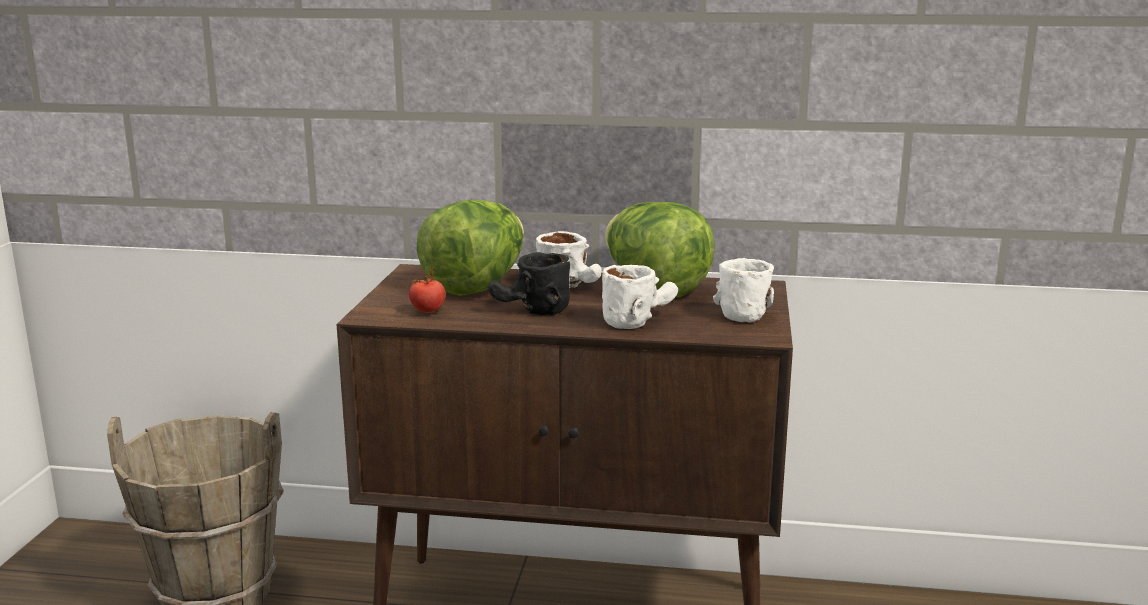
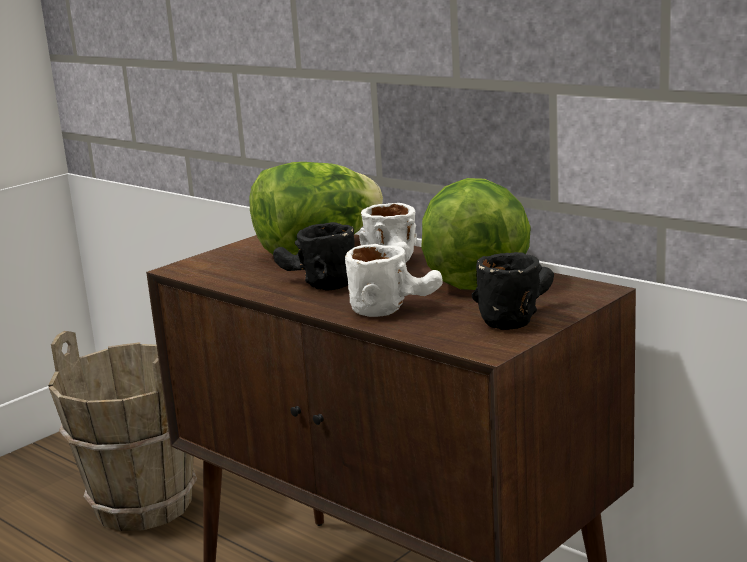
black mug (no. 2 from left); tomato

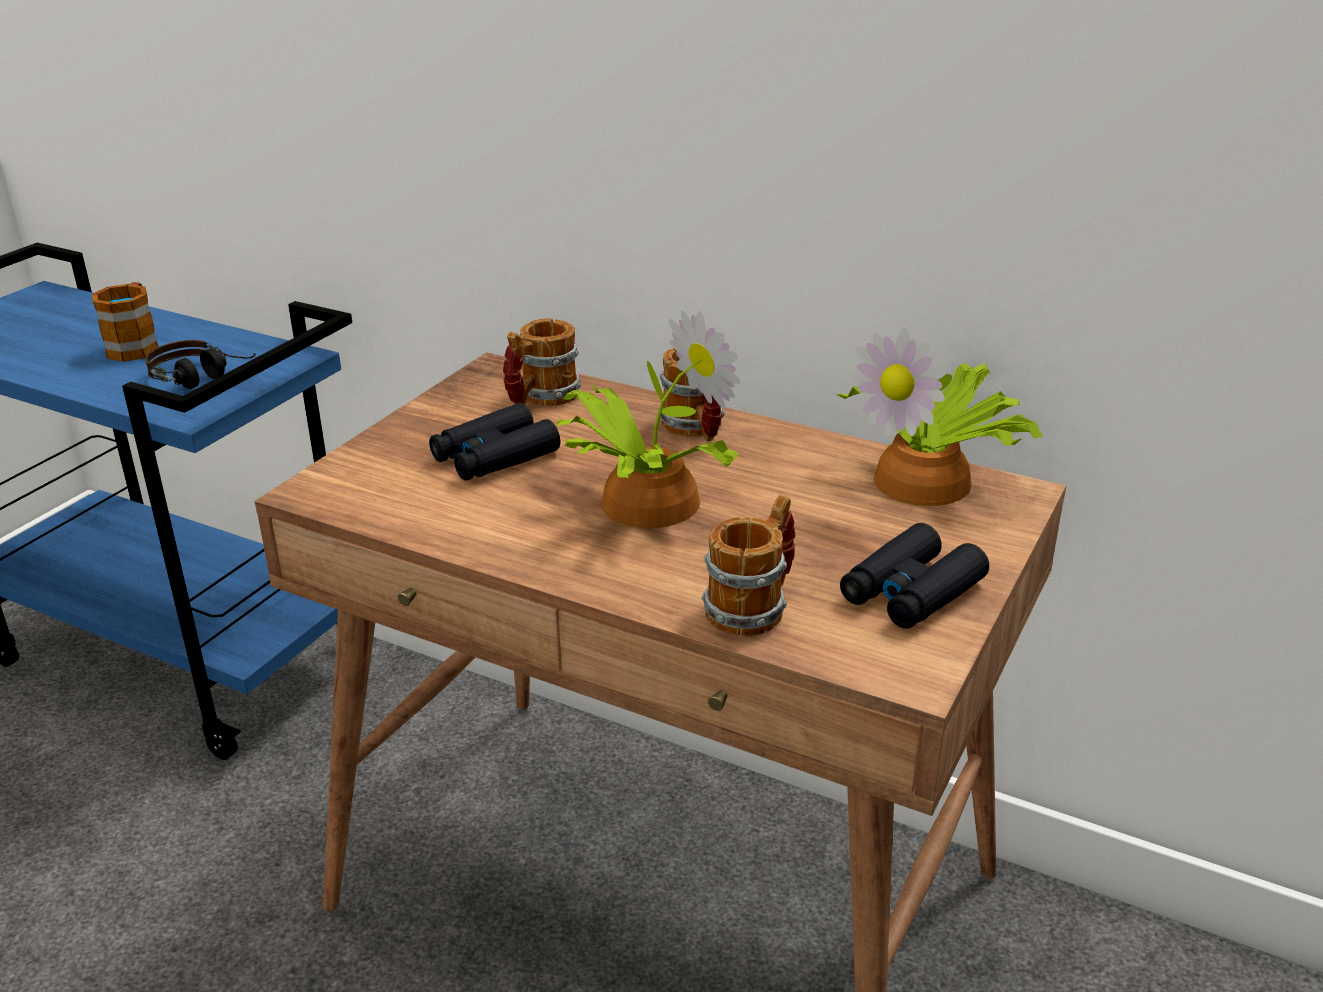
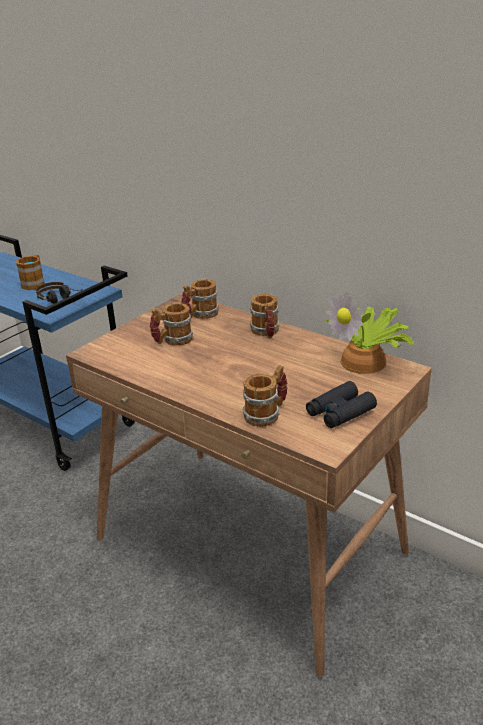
mug (no. 2 from left); potted plant (no. 1 from left in the first image)

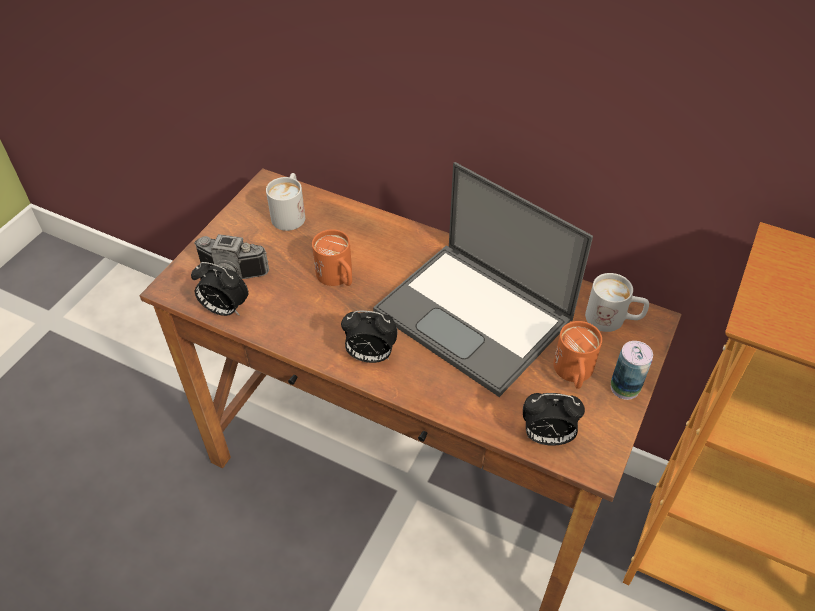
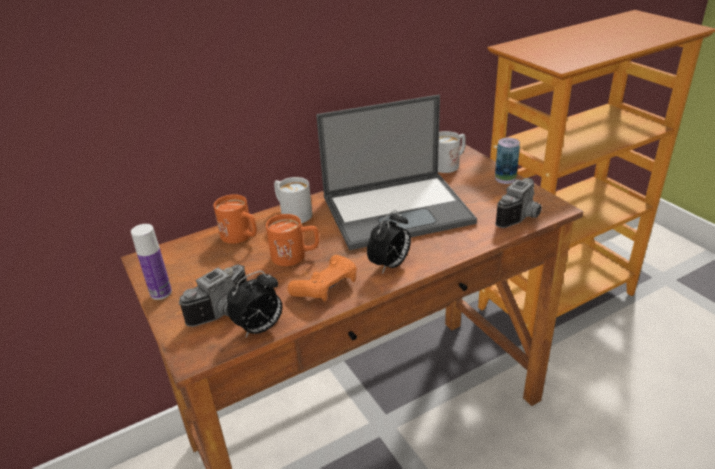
bottle; orange mug (no. 1 from left); white mug (no. 1 from left); orange game controller; photo camera (no. 2 from left)

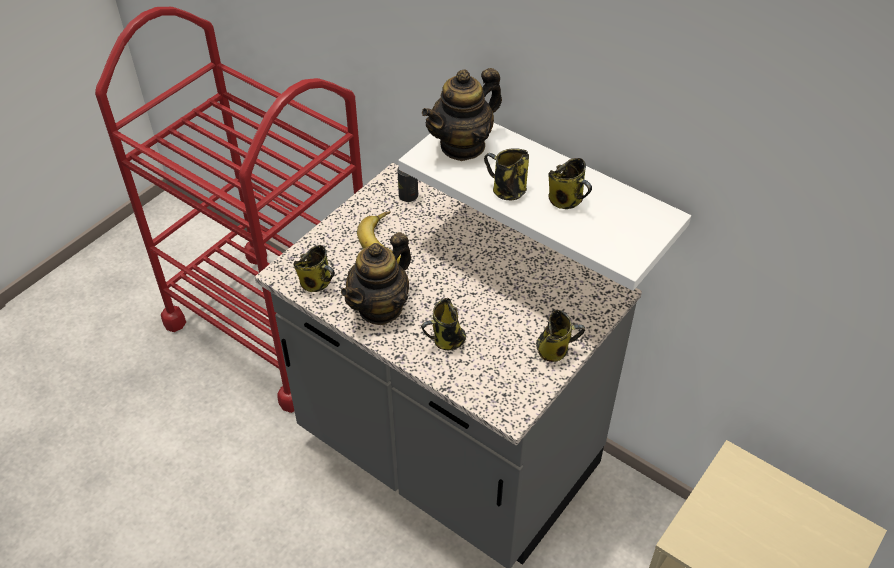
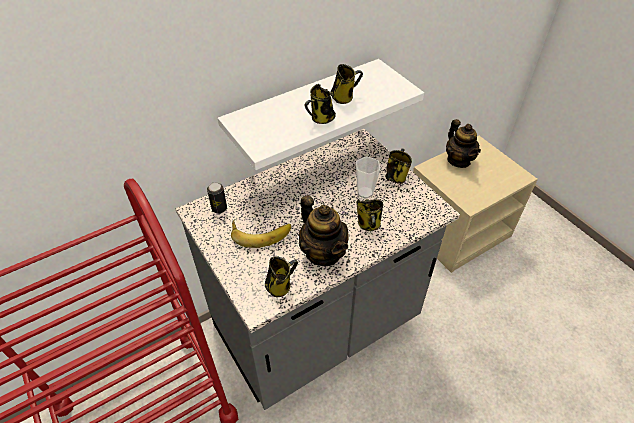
cup; teapot (no. 2 from left)

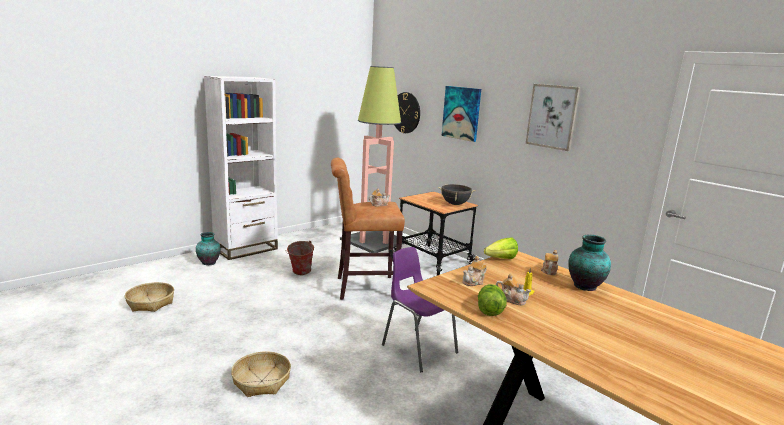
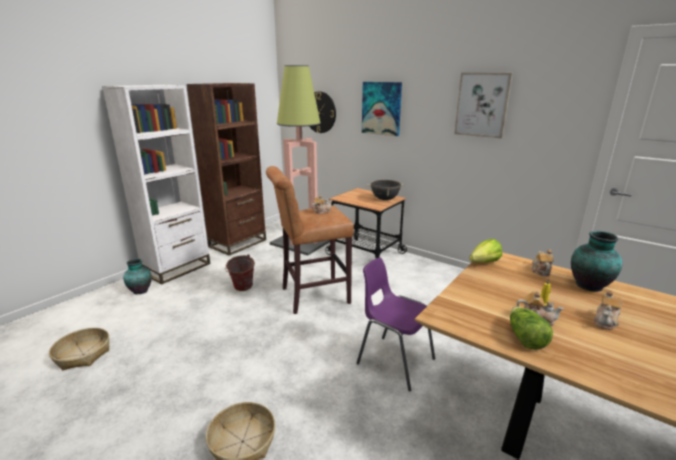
brown bookcase; teapot (no. 4 from left)

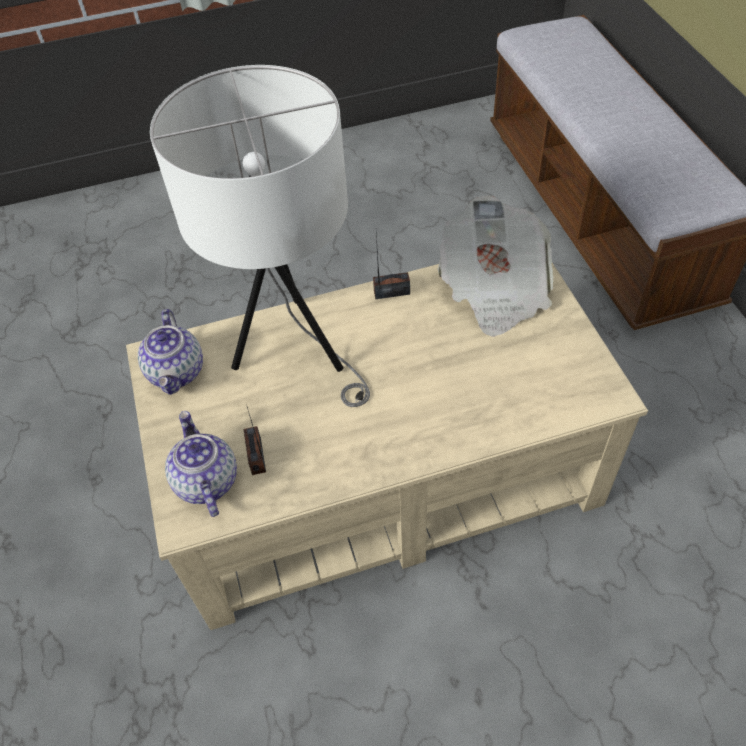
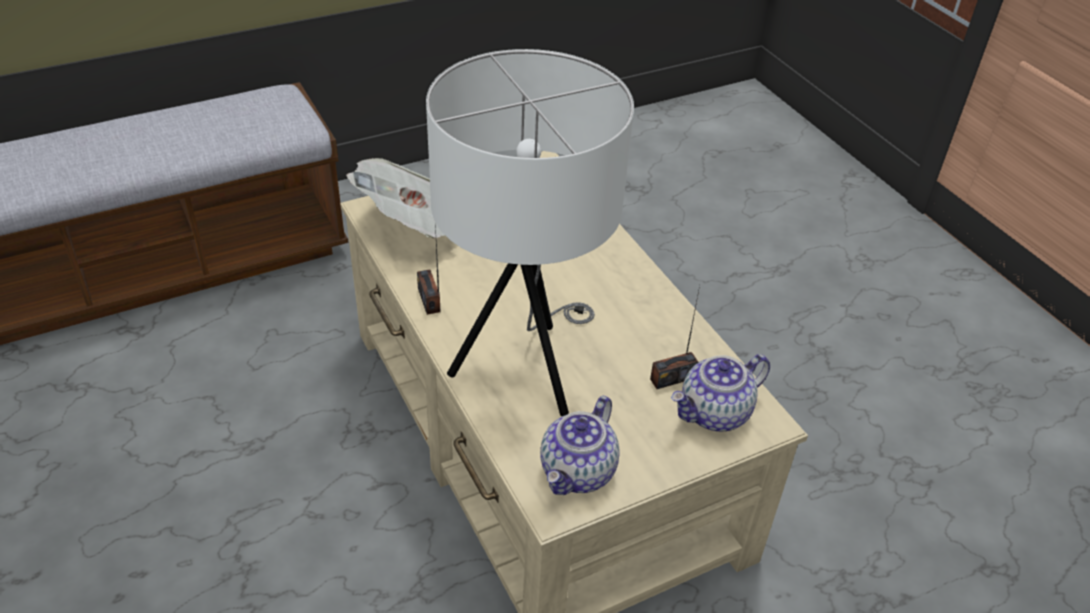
teapot (no. 1 from left)

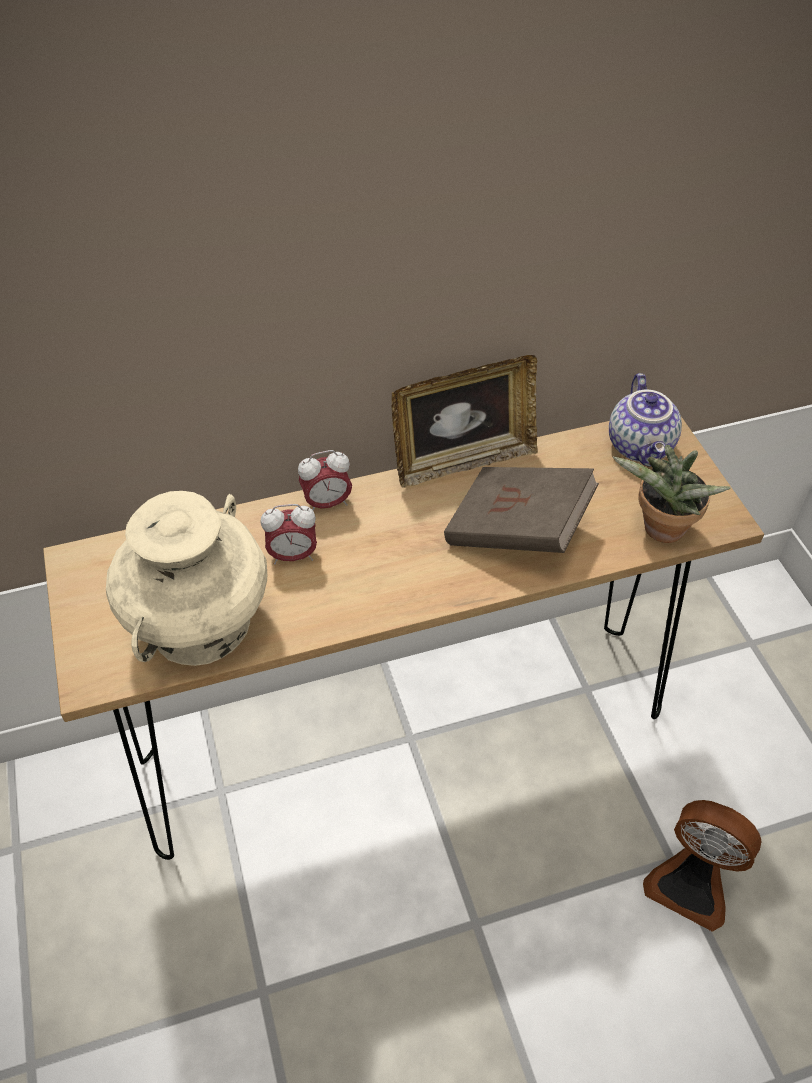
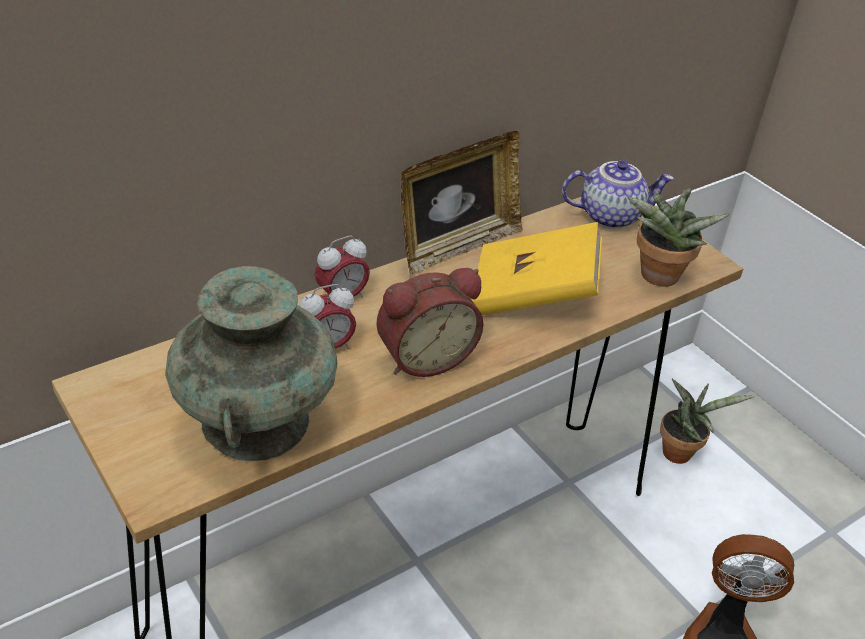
turquoise vase; alarm clock (no. 3 from left); yellow book; teapot; potted plant (no. 2 from left)

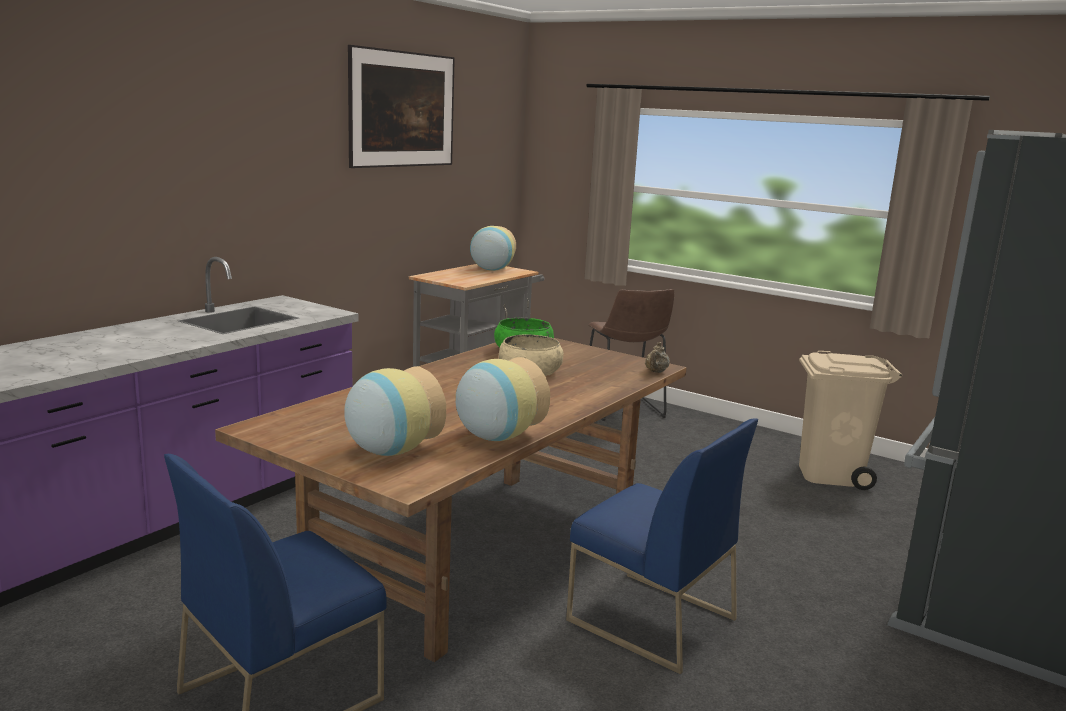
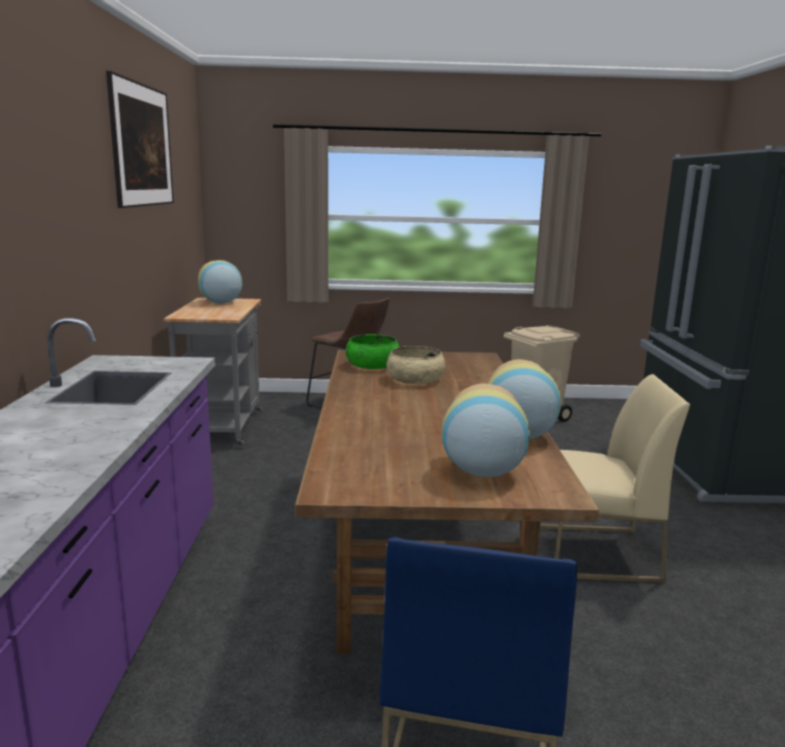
beige chair; beige teapot

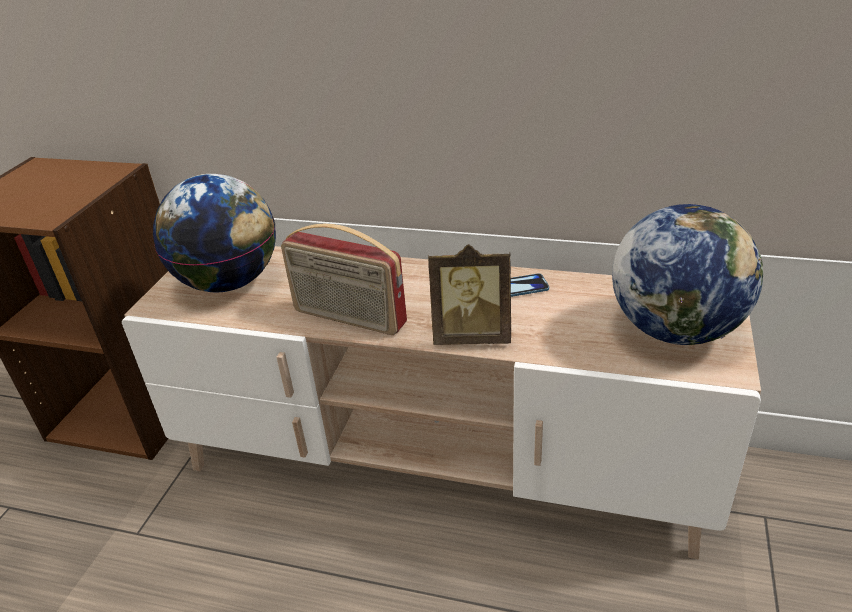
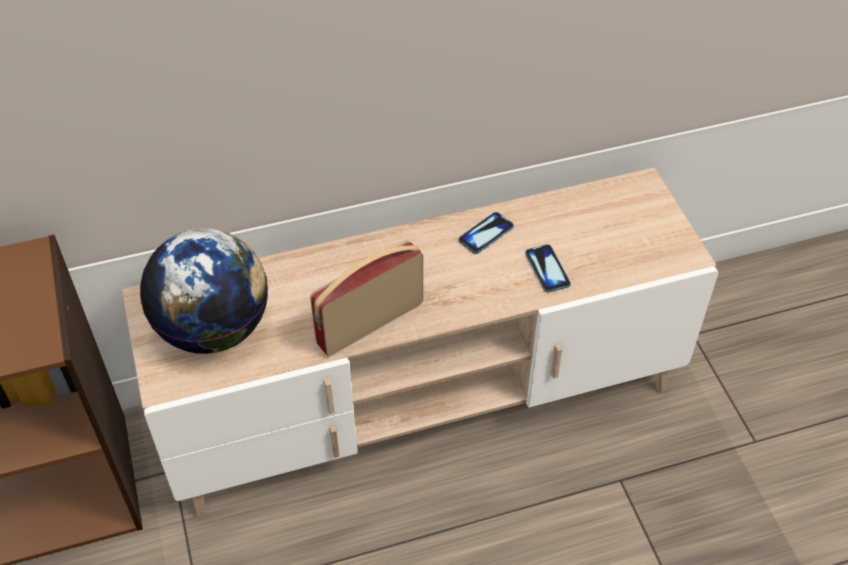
radio; phone (no. 2 from left); picture frame; globe (no. 2 from left in the first image)

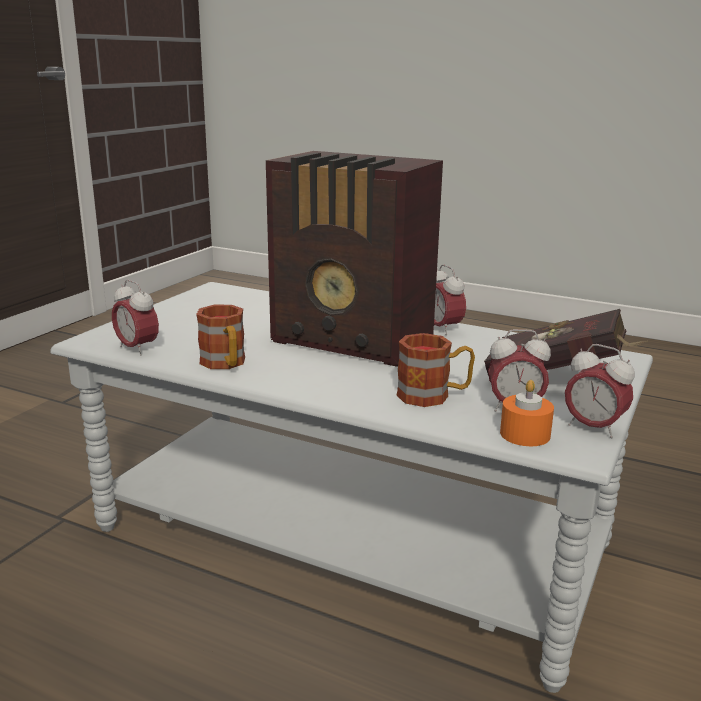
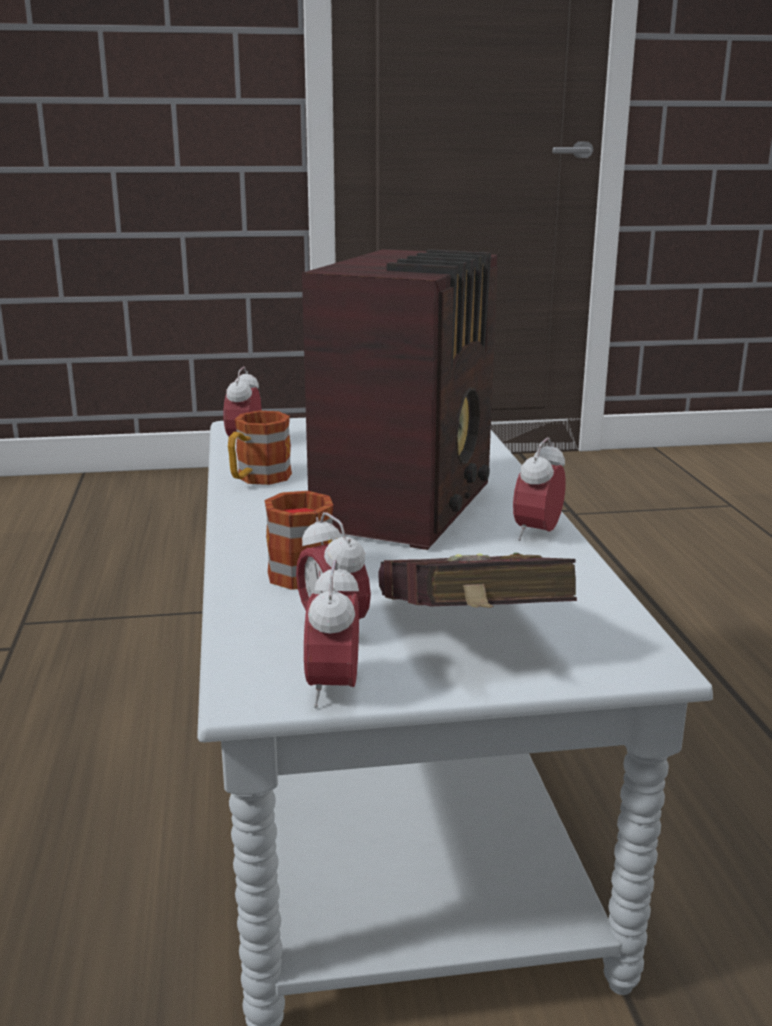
radio; orange candle

